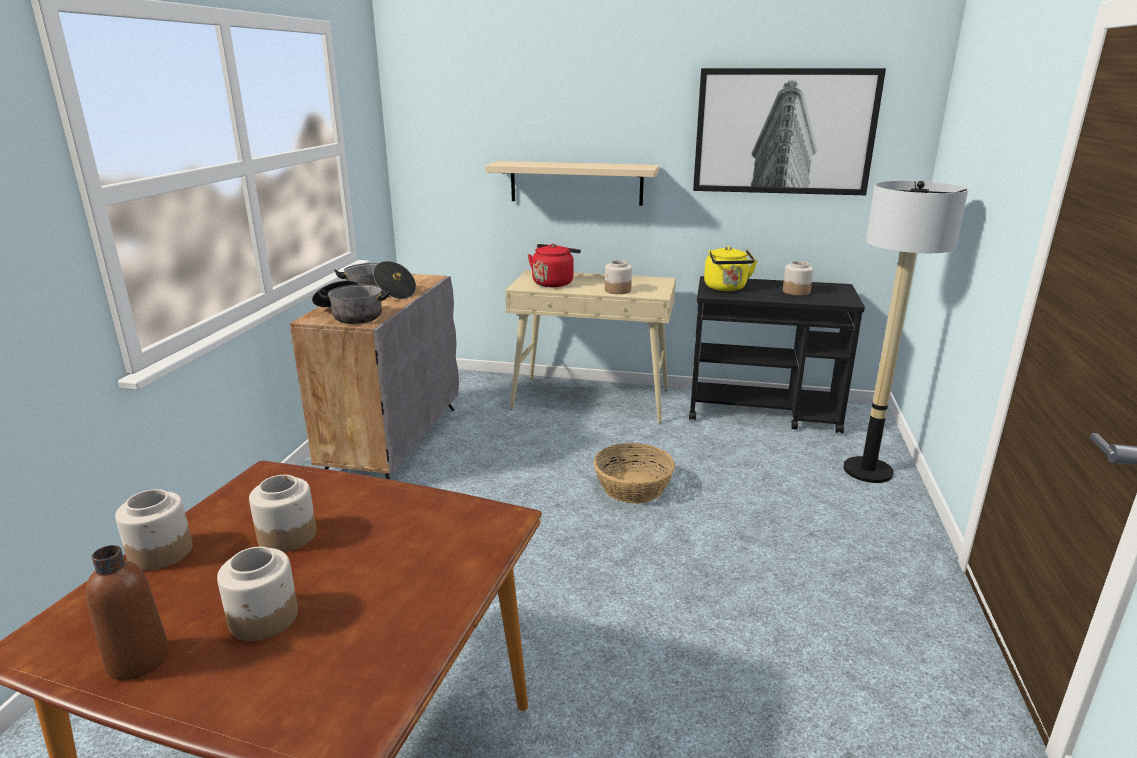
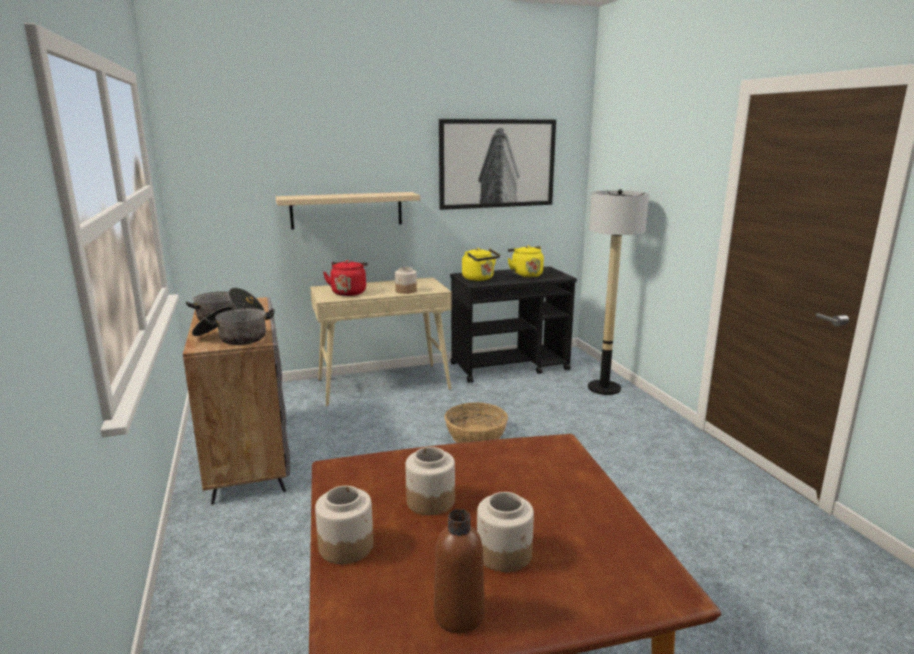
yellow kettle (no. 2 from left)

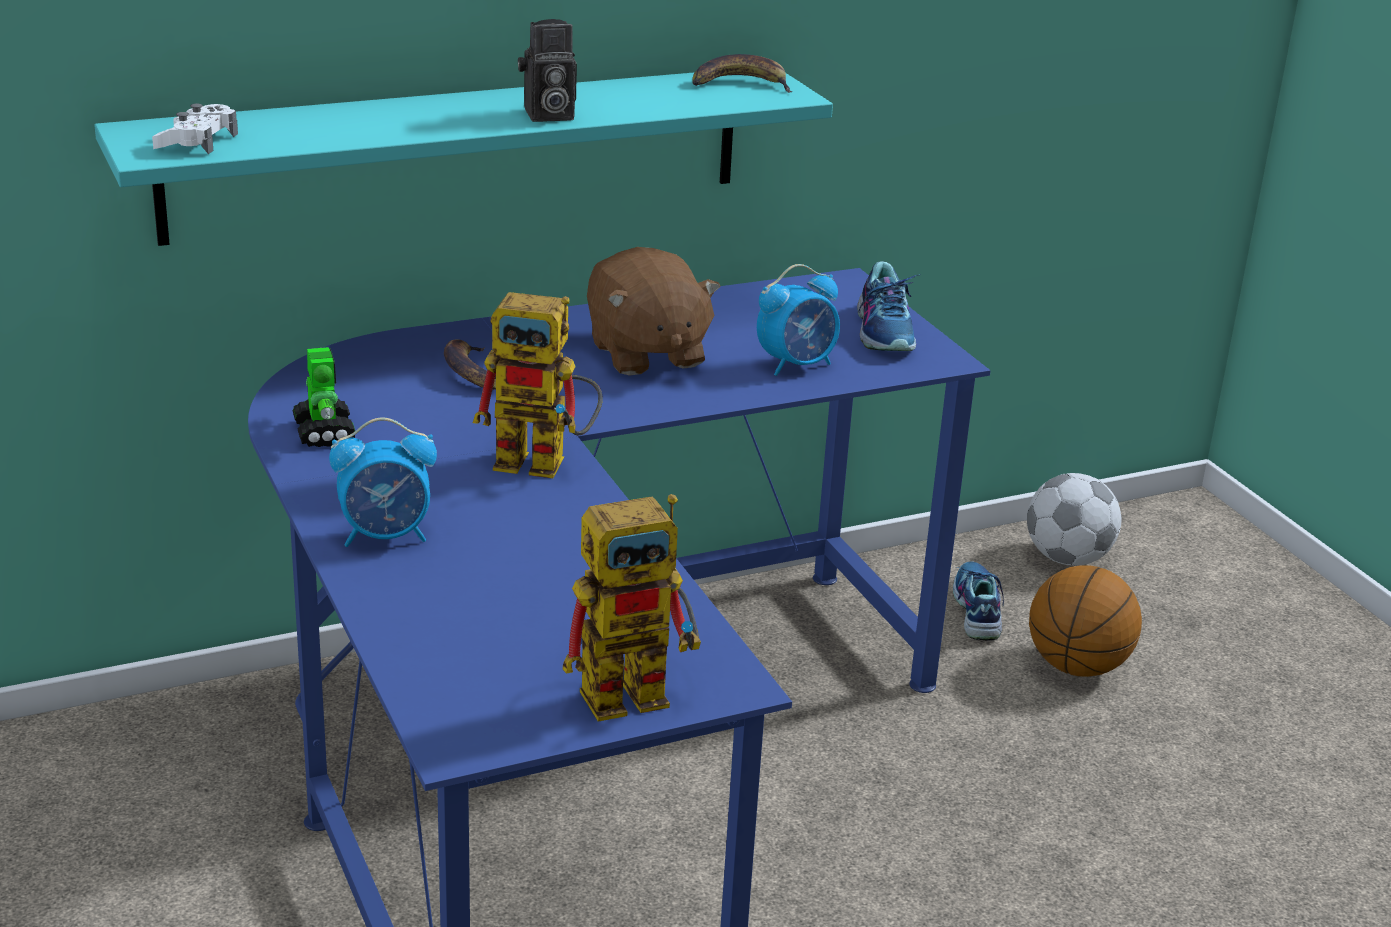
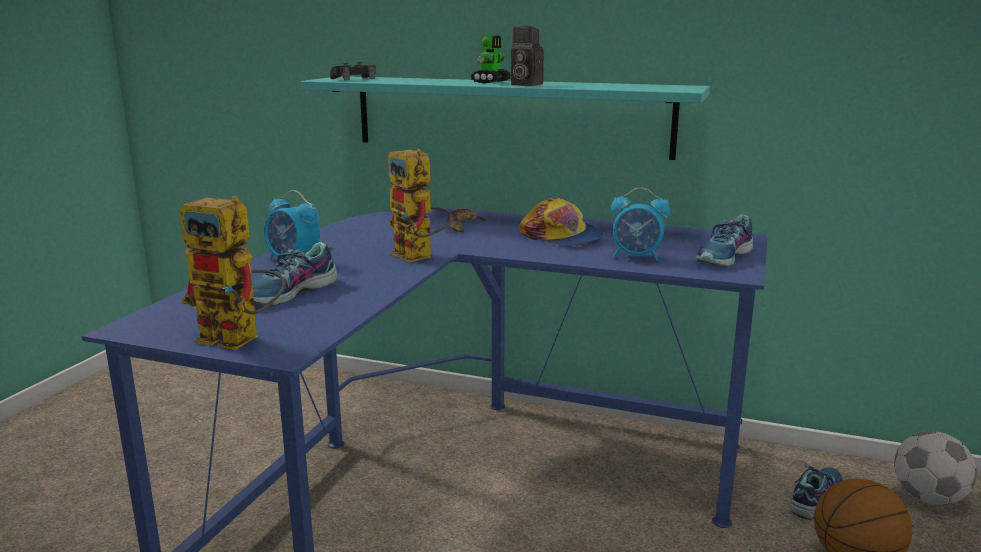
shoe (no. 1 from left); black game controller; toy robot (no. 3 from left); cap; banana (no. 2 from left in the first image)

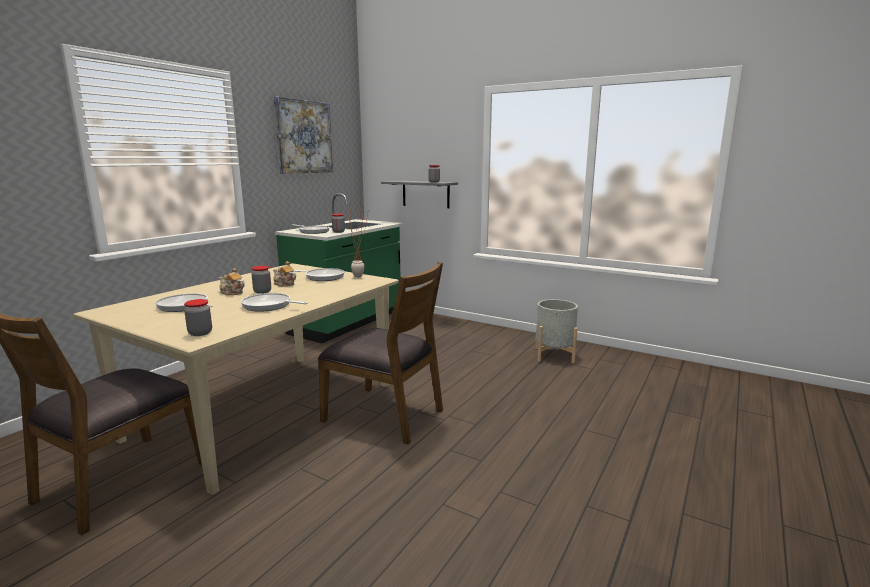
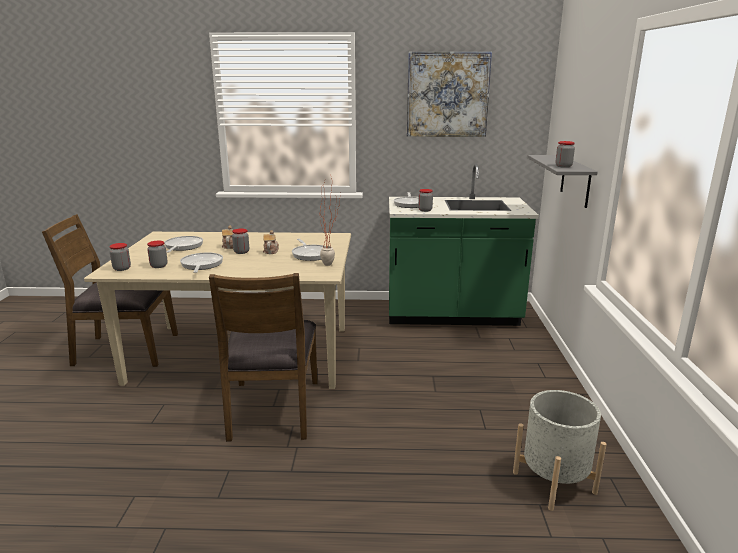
jar (no. 2 from left)

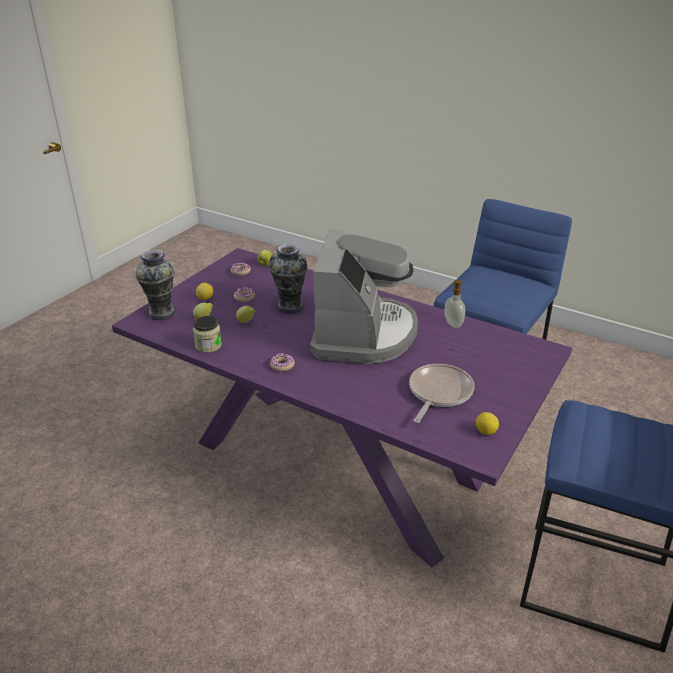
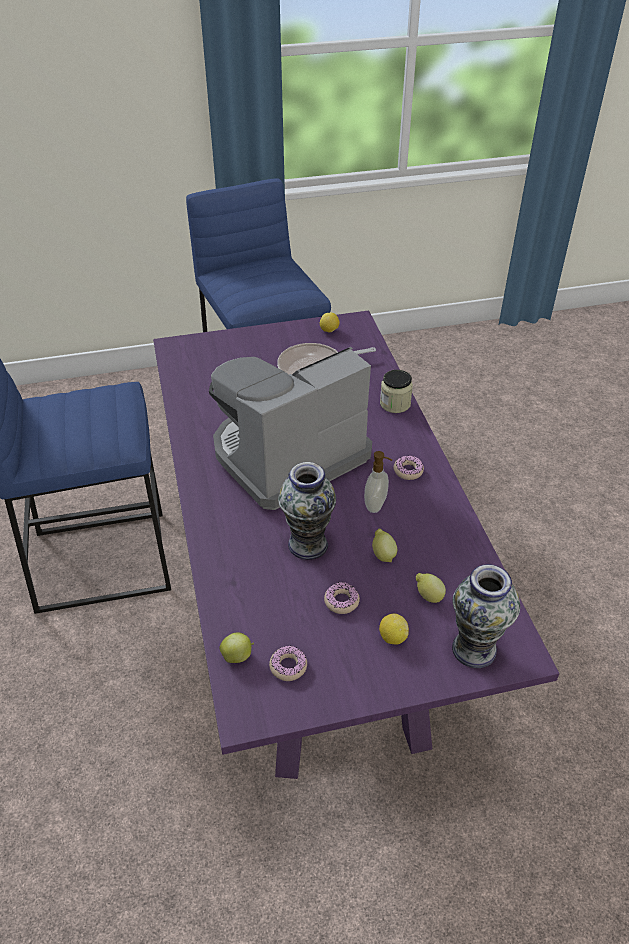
soap dispenser; jar

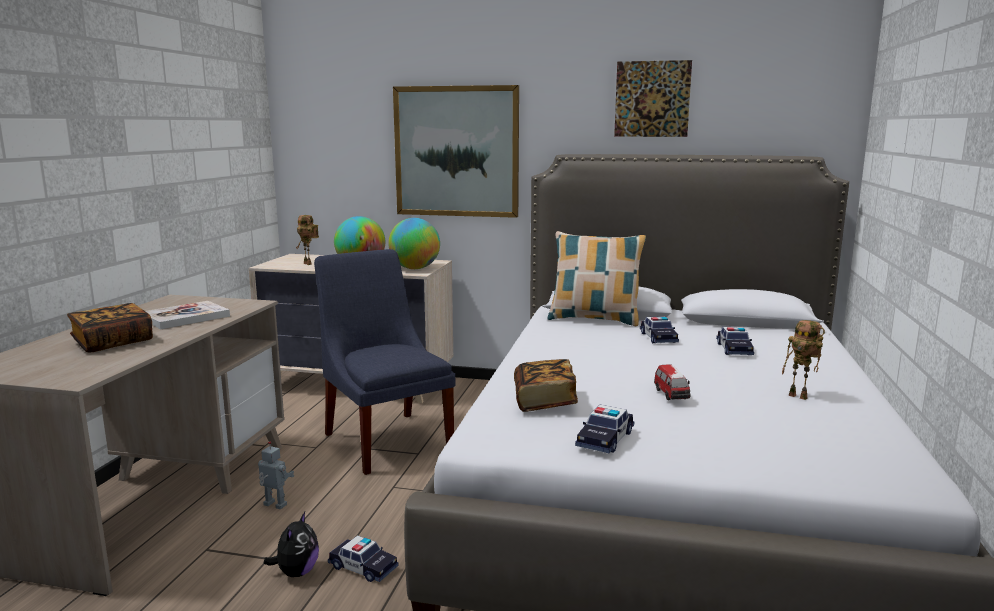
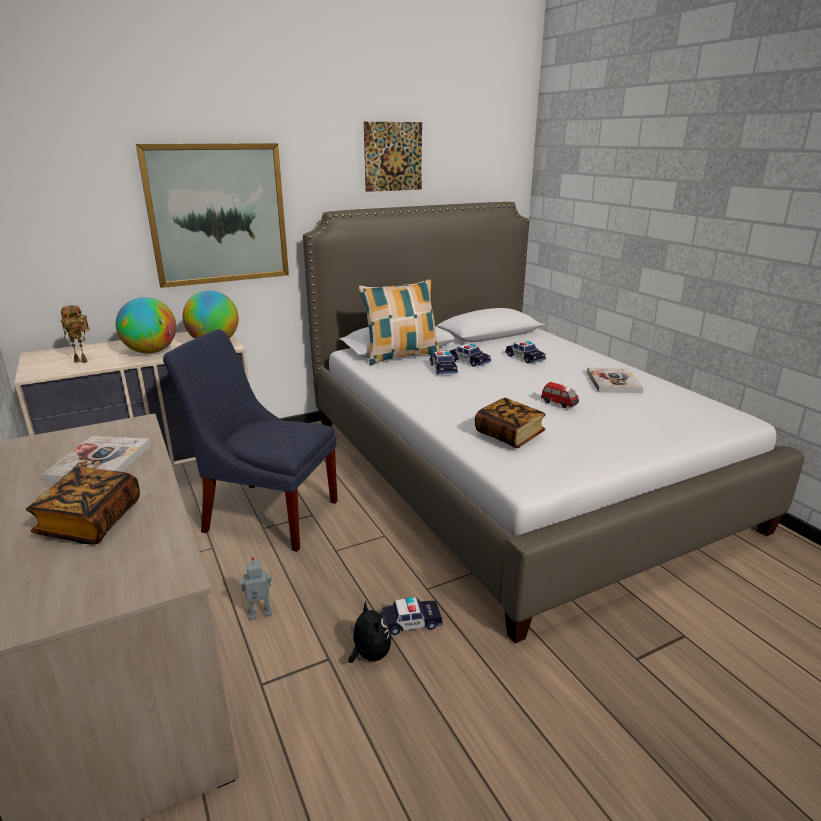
toy car (no. 2 from left); book (no. 4 from left)

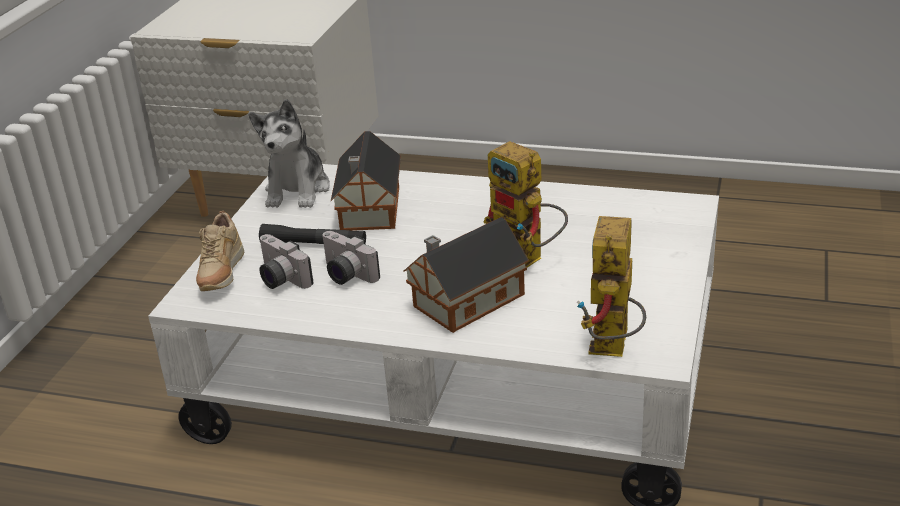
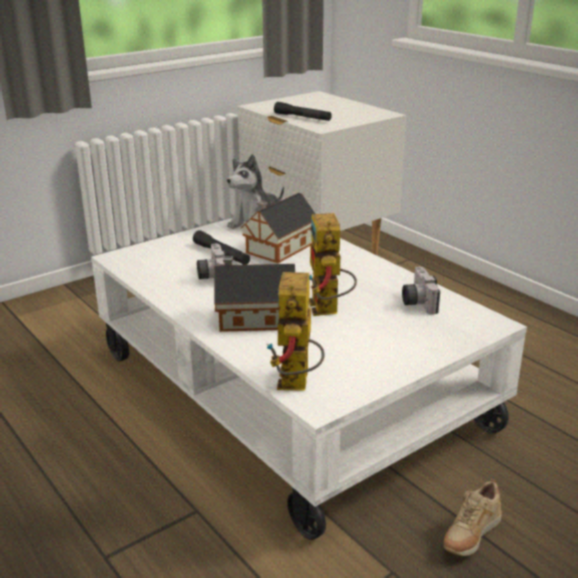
toy robot (no. 1 from left); black flashlight (no. 2 from left); photo camera (no. 2 from left); beige shoe

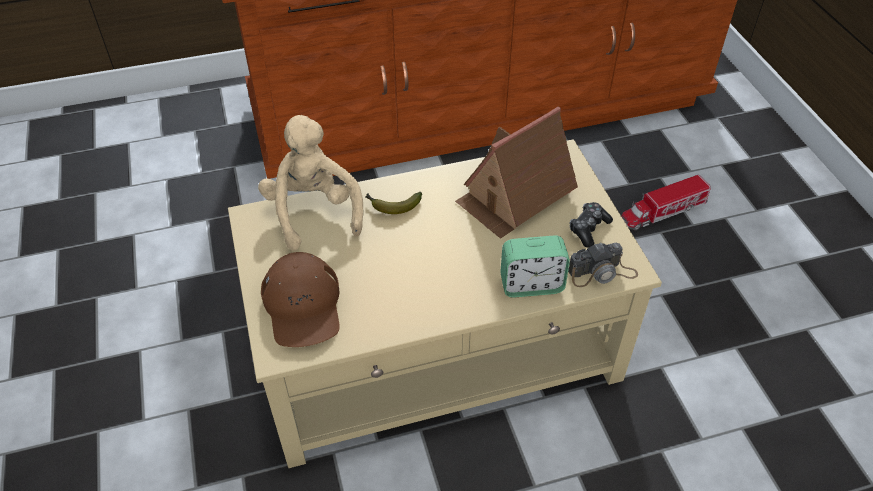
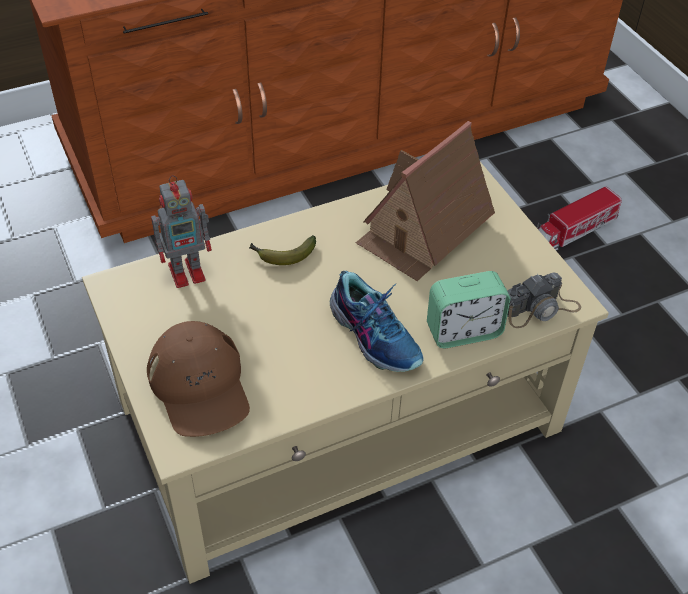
toy robot; shoe; game controller

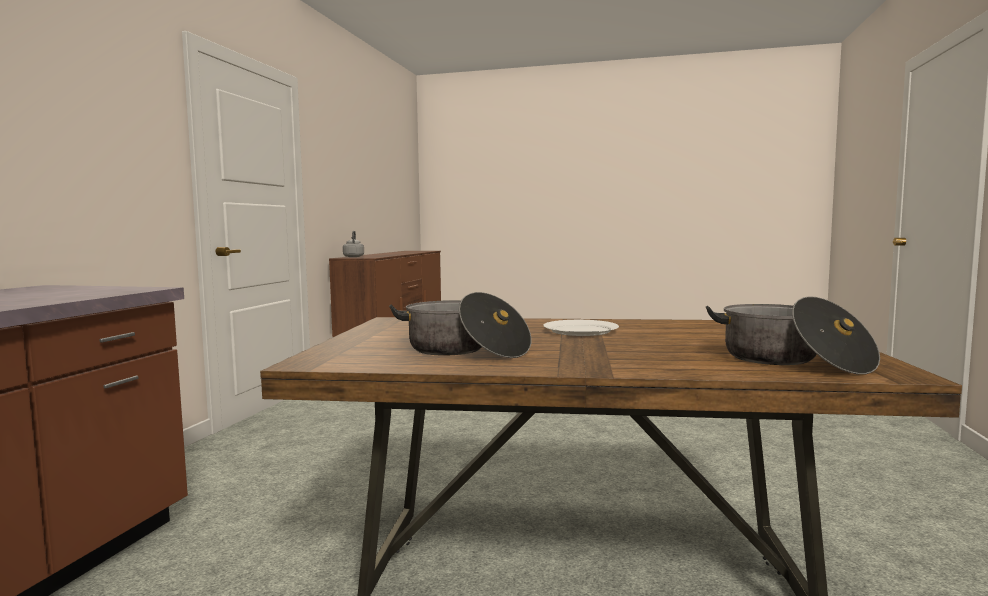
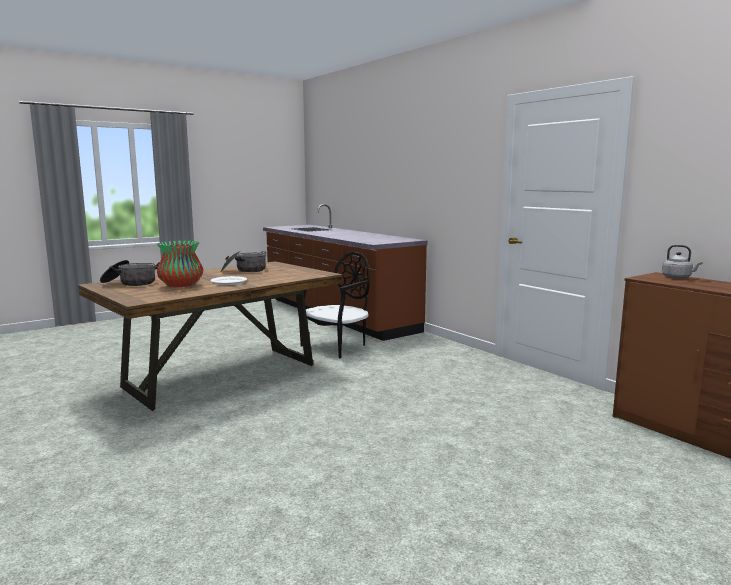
vase; black chair

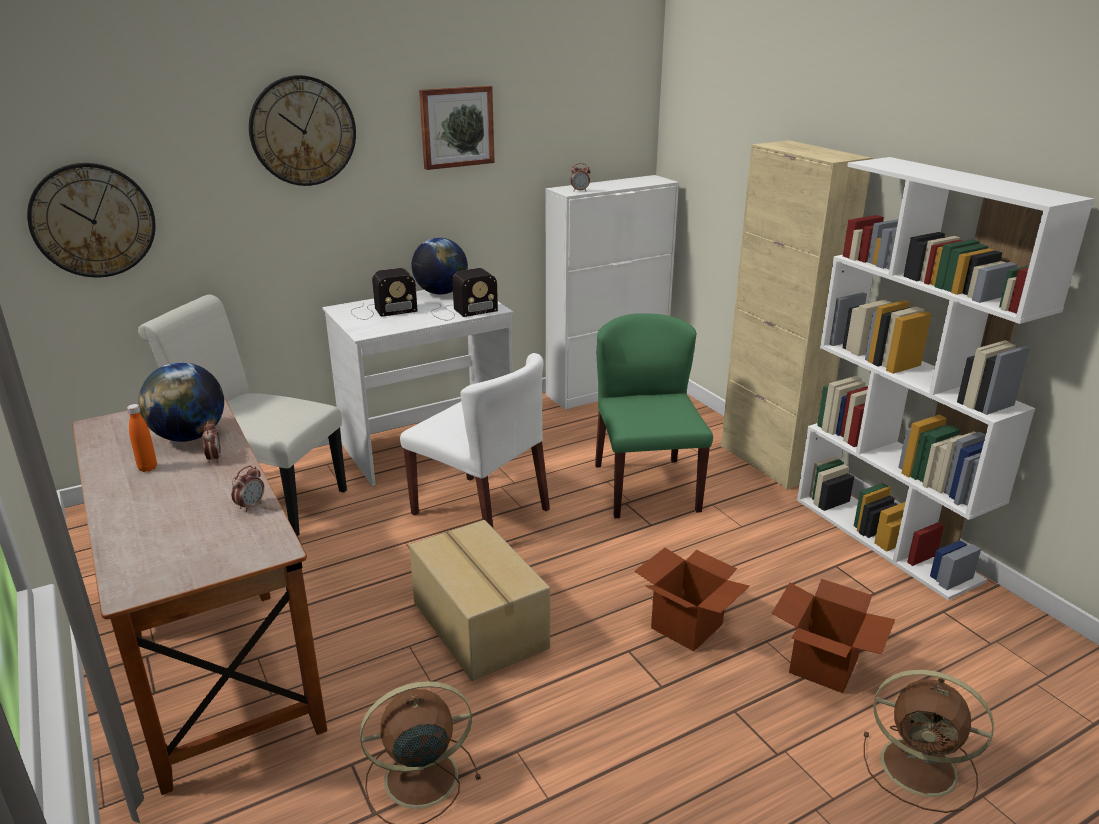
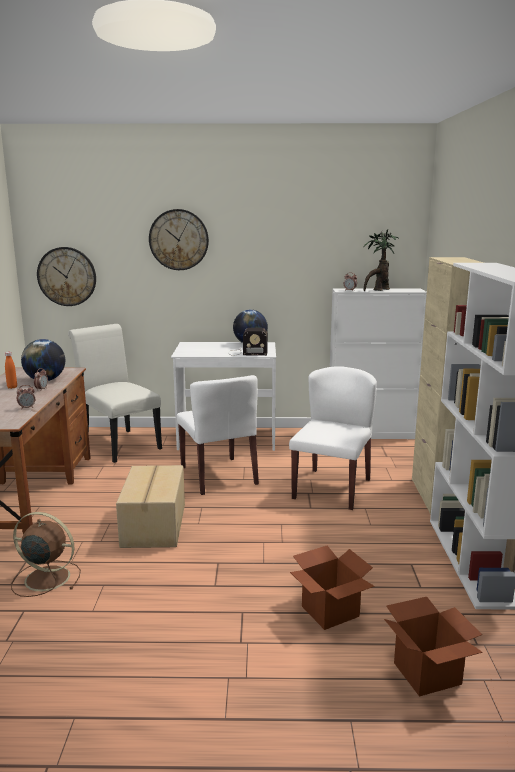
white chair (no. 3 from left); potted plant; cardboard box (no. 3 from left); radio (no. 1 from left in the first image); picture; brown fan (no. 2 from left in the first image)

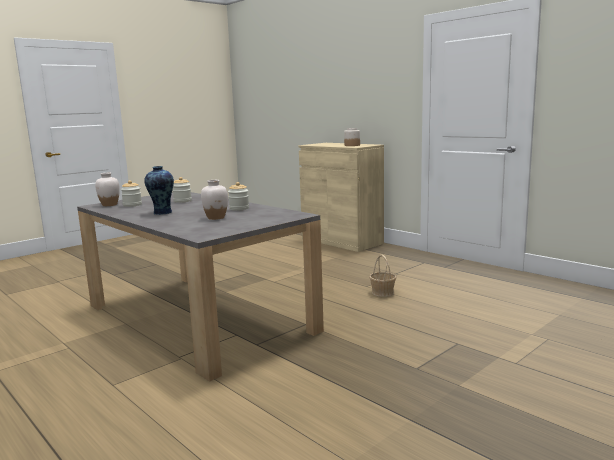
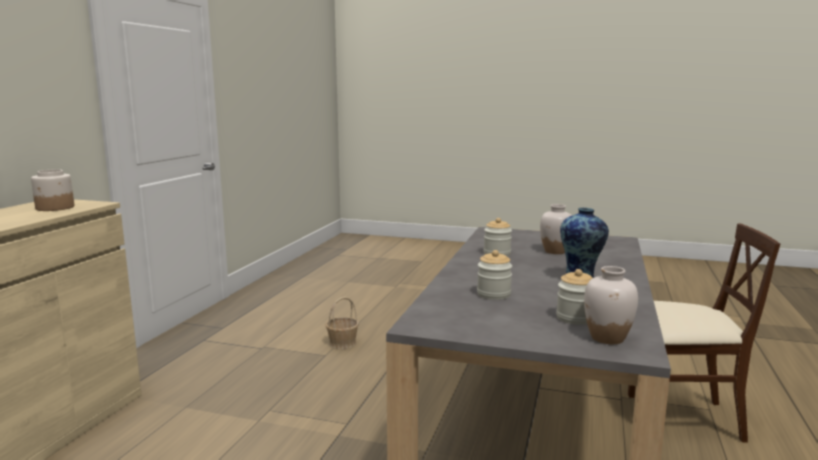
beige chair

